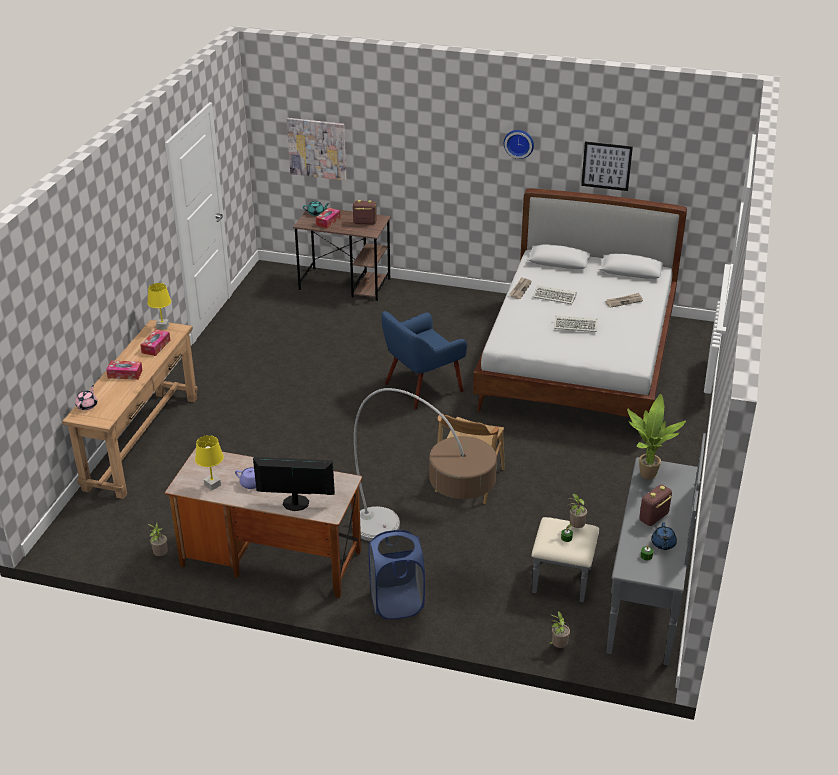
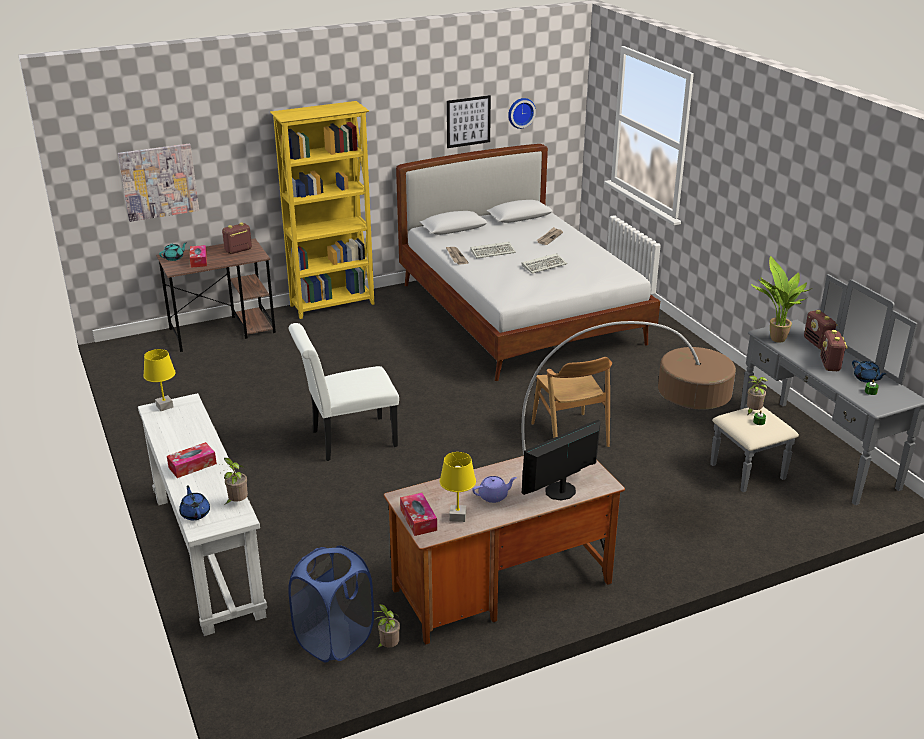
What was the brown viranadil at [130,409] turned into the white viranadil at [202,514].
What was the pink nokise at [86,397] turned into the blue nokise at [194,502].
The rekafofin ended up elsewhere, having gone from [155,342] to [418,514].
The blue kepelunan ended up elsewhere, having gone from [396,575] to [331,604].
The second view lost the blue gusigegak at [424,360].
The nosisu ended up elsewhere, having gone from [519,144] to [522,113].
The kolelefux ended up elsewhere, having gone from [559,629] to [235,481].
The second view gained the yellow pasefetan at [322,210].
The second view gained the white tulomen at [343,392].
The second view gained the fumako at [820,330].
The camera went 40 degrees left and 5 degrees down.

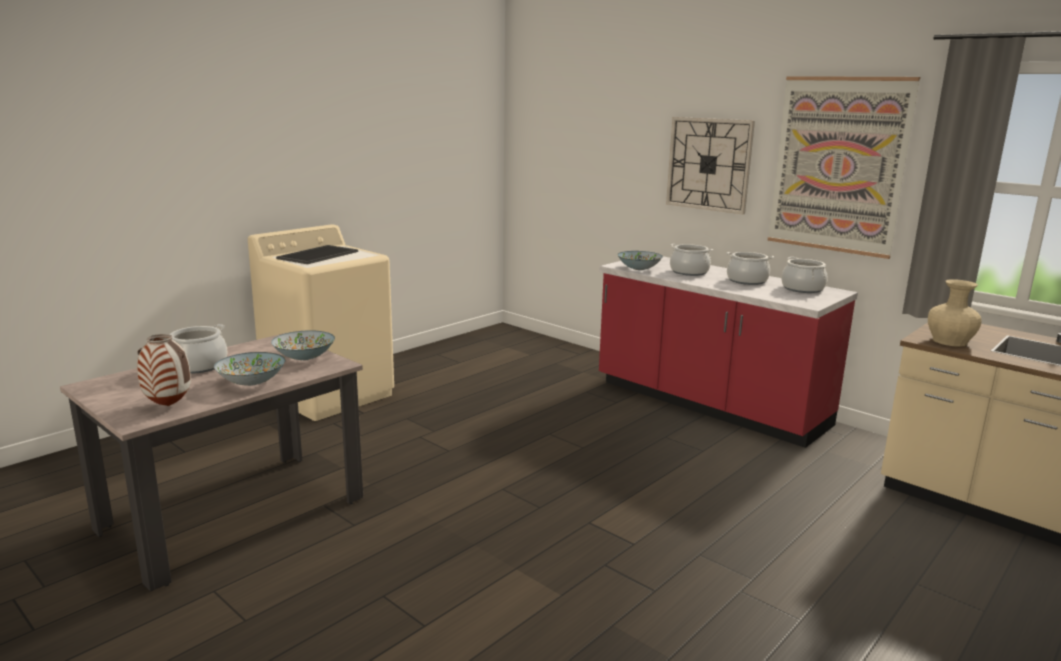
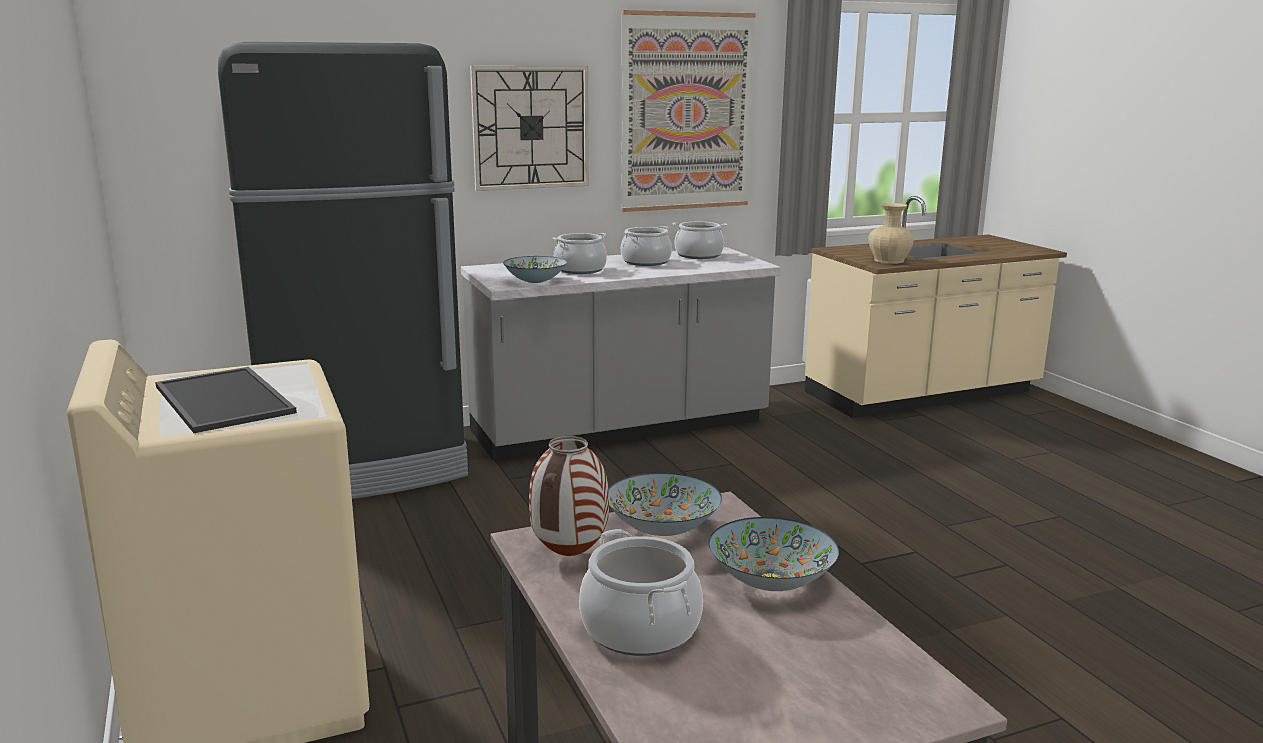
The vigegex ended up elsewhere, having gone from [164,370] to [569,496].
What was the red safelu at [728,352] turned into the grey safelu at [621,353].
The second view gained the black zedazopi at [343,270].
The camera went 65 degrees left and 0 degrees up.

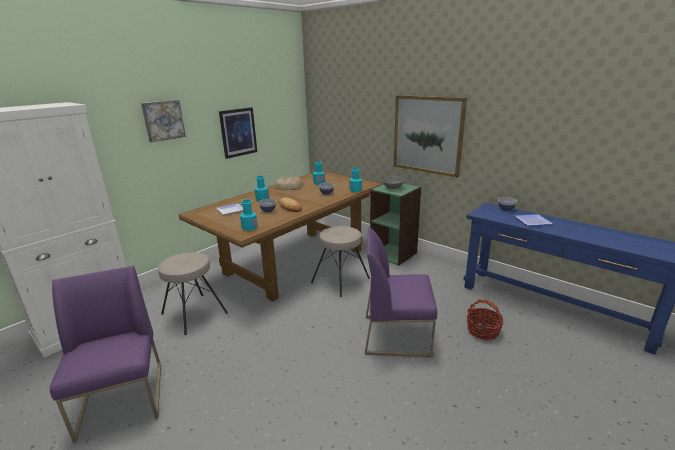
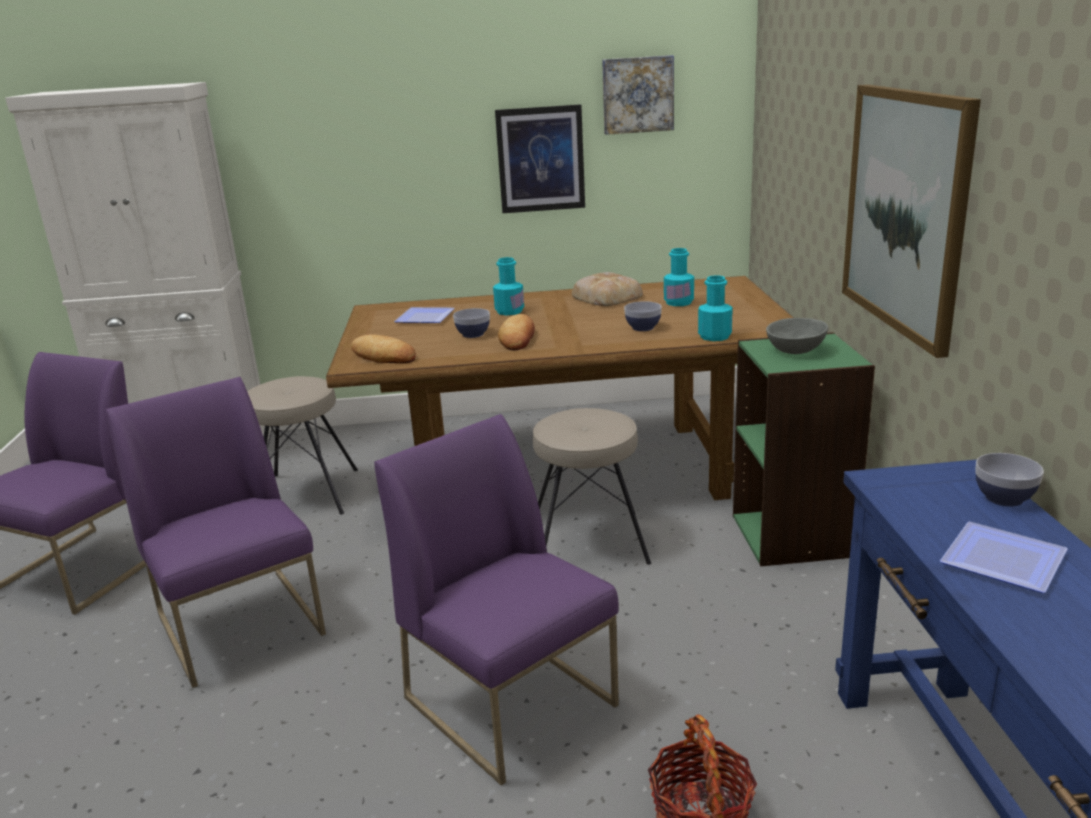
The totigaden ended up elsewhere, having gone from [163,121] to [638,95].
Where the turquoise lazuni stood at [248,215], the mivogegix came to stand at [383,349].
The second view gained the purple tulomen at [216,532].
The camera went 45 degrees right and 0 degrees up.

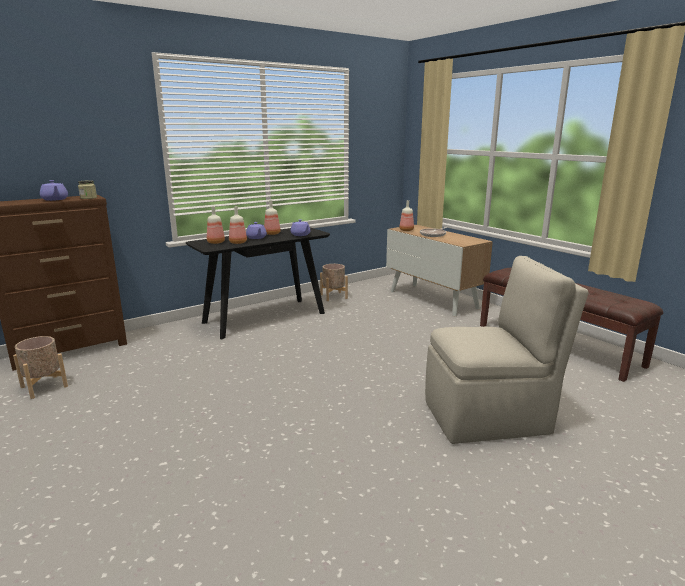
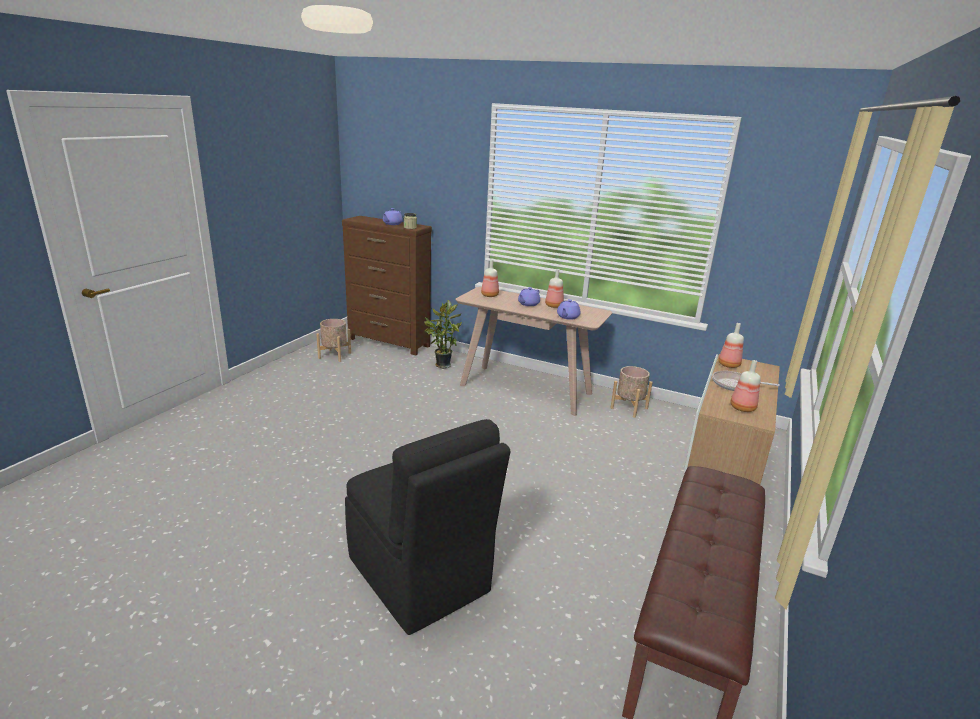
What was the black viranadil at [258,283] turned into the beige viranadil at [534,351].
The lazuni ended up elsewhere, having gone from [238,225] to [745,386].
What was the beige tulomen at [507,350] turned into the black tulomen at [427,527].
The second view gained the kolelefux at [443,334].
The camera went 60 degrees right and 5 degrees up.

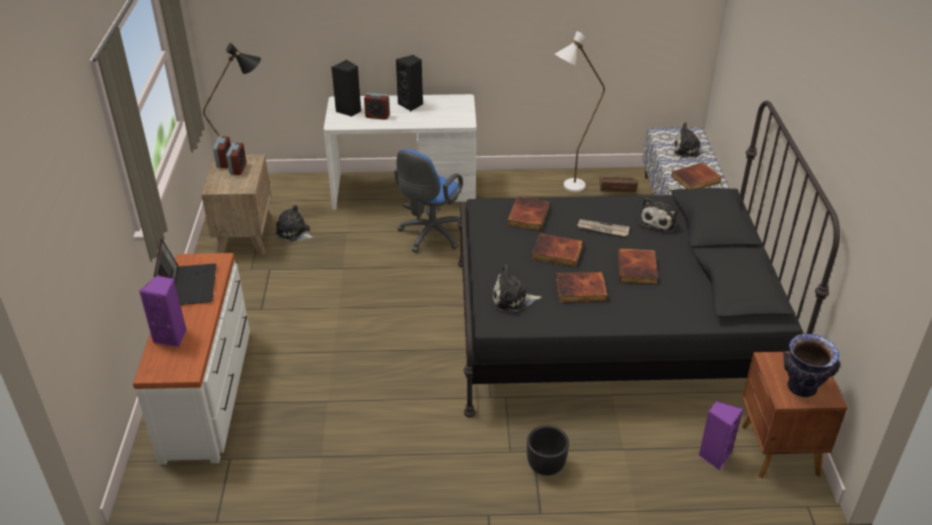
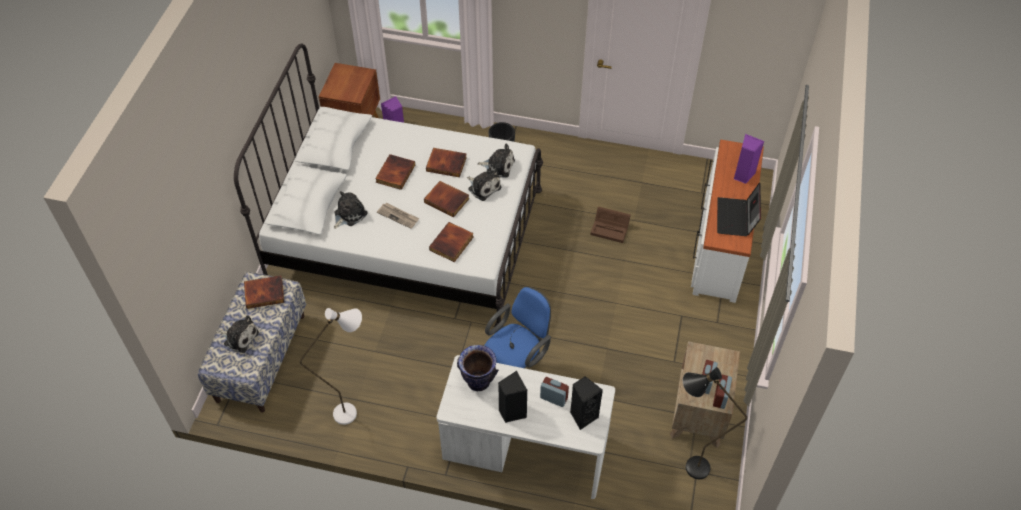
The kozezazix ended up elsewhere, having gone from [295,223] to [484,185].
What was the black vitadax at [648,258] turned into the white vitadax at [388,185].
The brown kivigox ended up elsewhere, having gone from [618,184] to [610,225].
The vigegex ended up elsewhere, having gone from [811,365] to [478,368].
The camera went 165 degrees left and 15 degrees up.

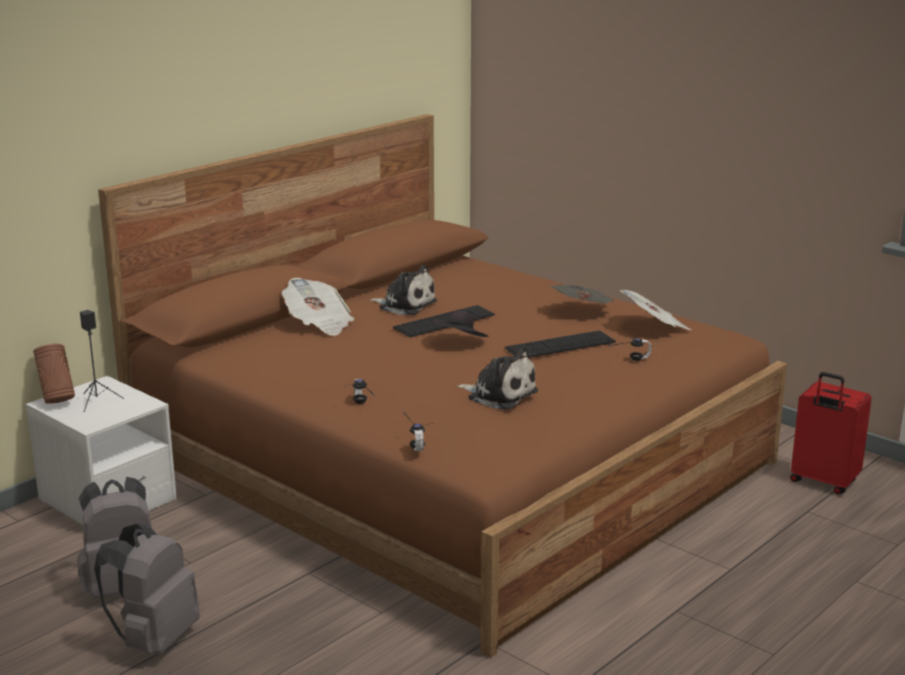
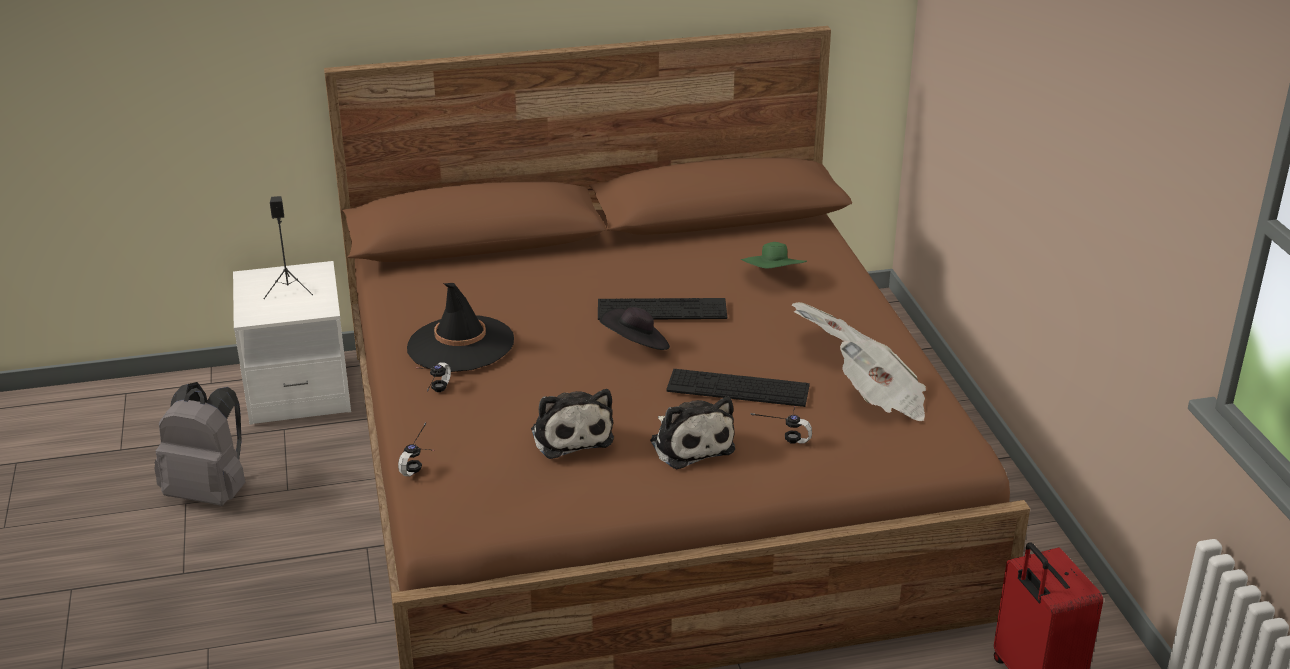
The second view lost the brown vigegex at [54,373].
The second view lost the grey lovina at [147,589].
The second view lost the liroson at [318,307].
The kozezazix ended up elsewhere, having gone from [403,290] to [692,432].
The second view gained the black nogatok at [460,327].
The second view gained the green nogatok at [773,255].
The camera went 35 degrees right and 10 degrees up.

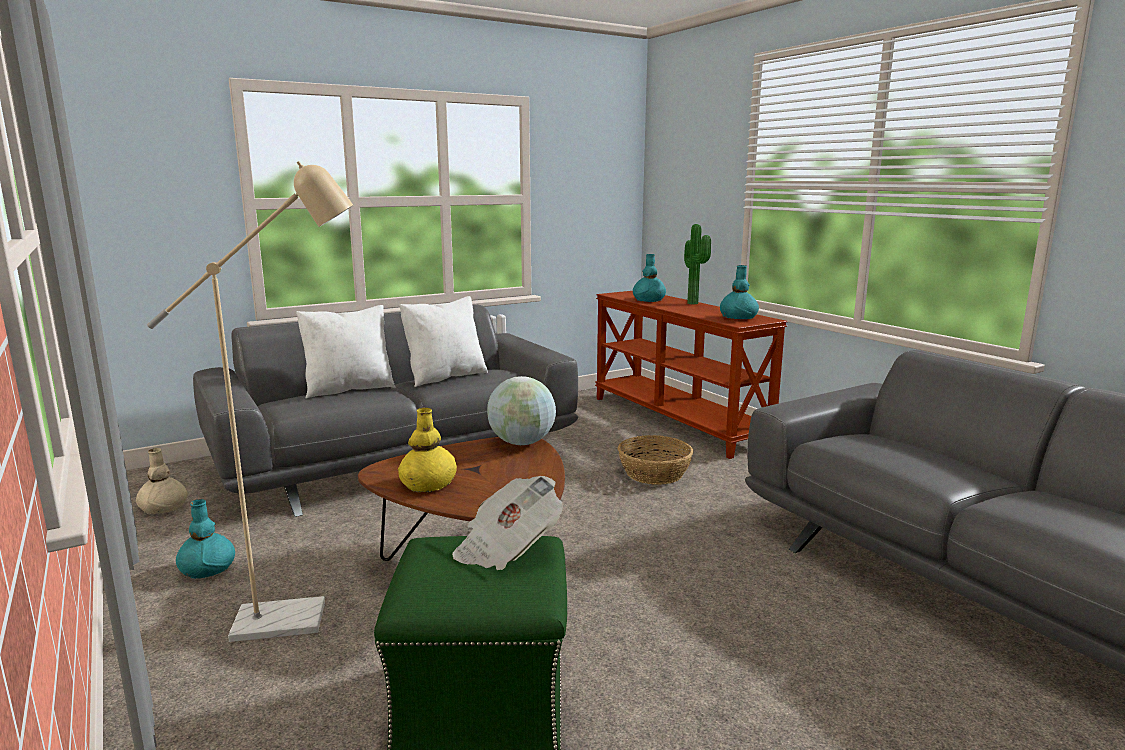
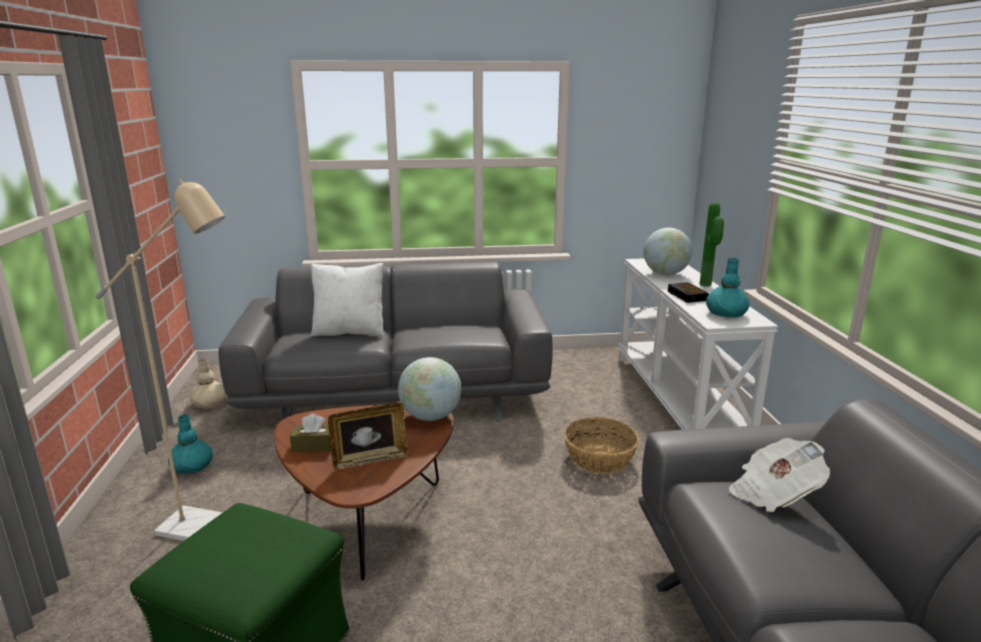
Where the yellow vigegex stood at [427,450], the brown rekafofin came to stand at [310,432].
The second view lost the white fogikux at [443,341].
The liroson ended up elsewhere, having gone from [507,523] to [779,475].
What was the brown viranadil at [691,375] turned into the white viranadil at [698,344].
Where the turquoise vigegex stood at [649,278], the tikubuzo came to stand at [667,251].
The second view gained the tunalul at [368,436].
The second view gained the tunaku at [688,292].
The camera went 25 degrees right and 5 degrees up.

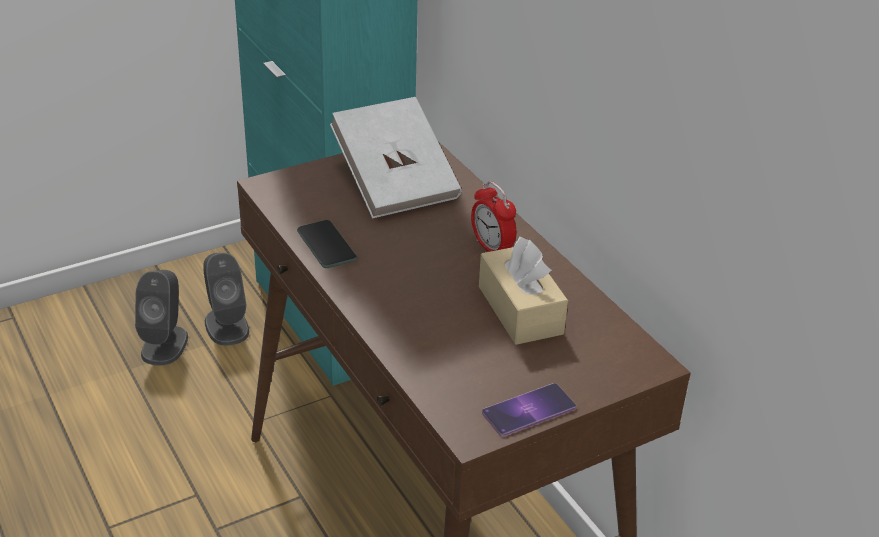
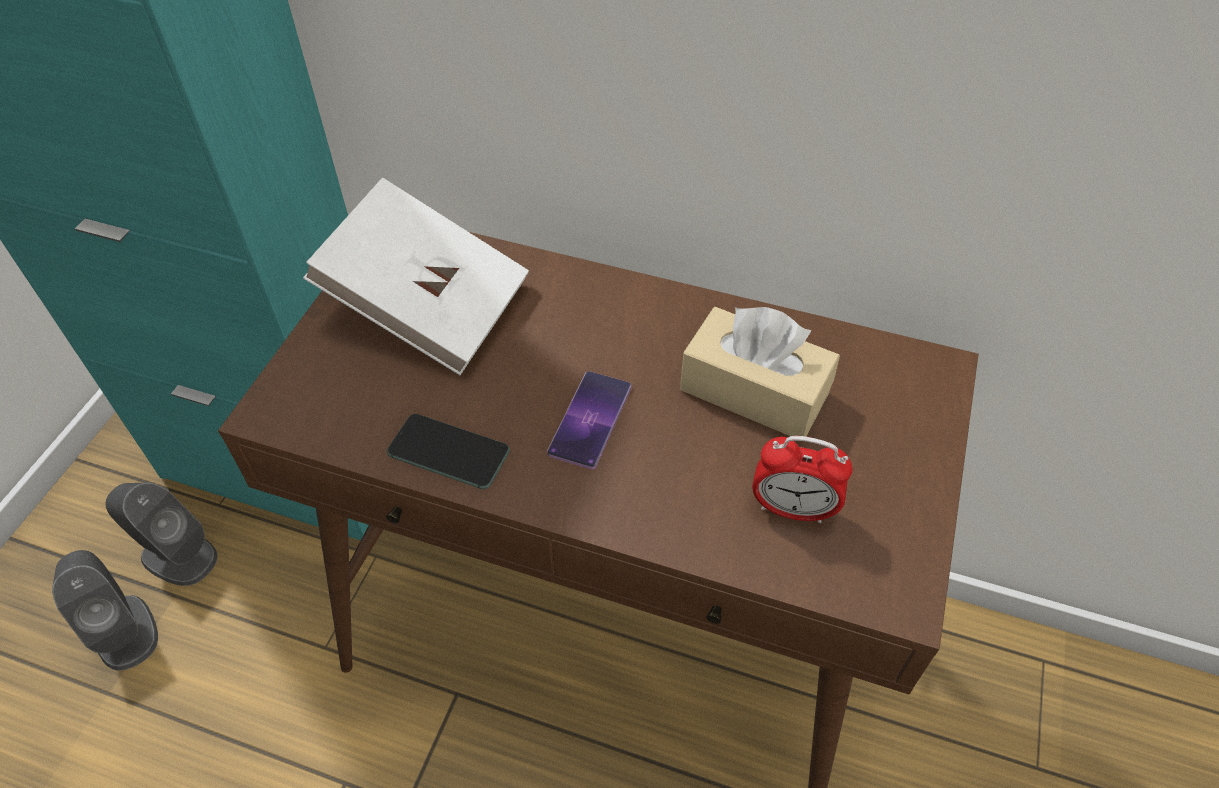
The tunaku ended up elsewhere, having gone from [493,216] to [802,479].
The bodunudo ended up elsewhere, having gone from [529,410] to [589,420].
The camera went 40 degrees left and 15 degrees up.

